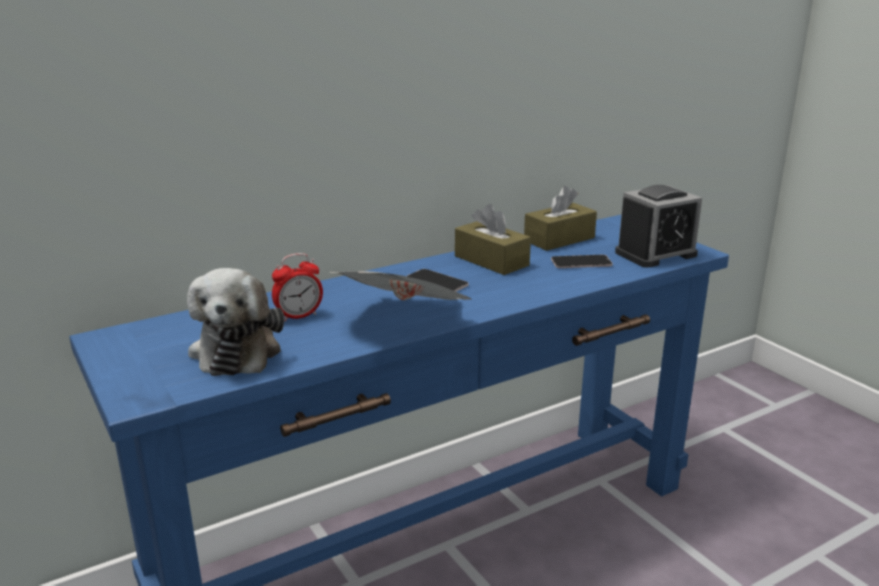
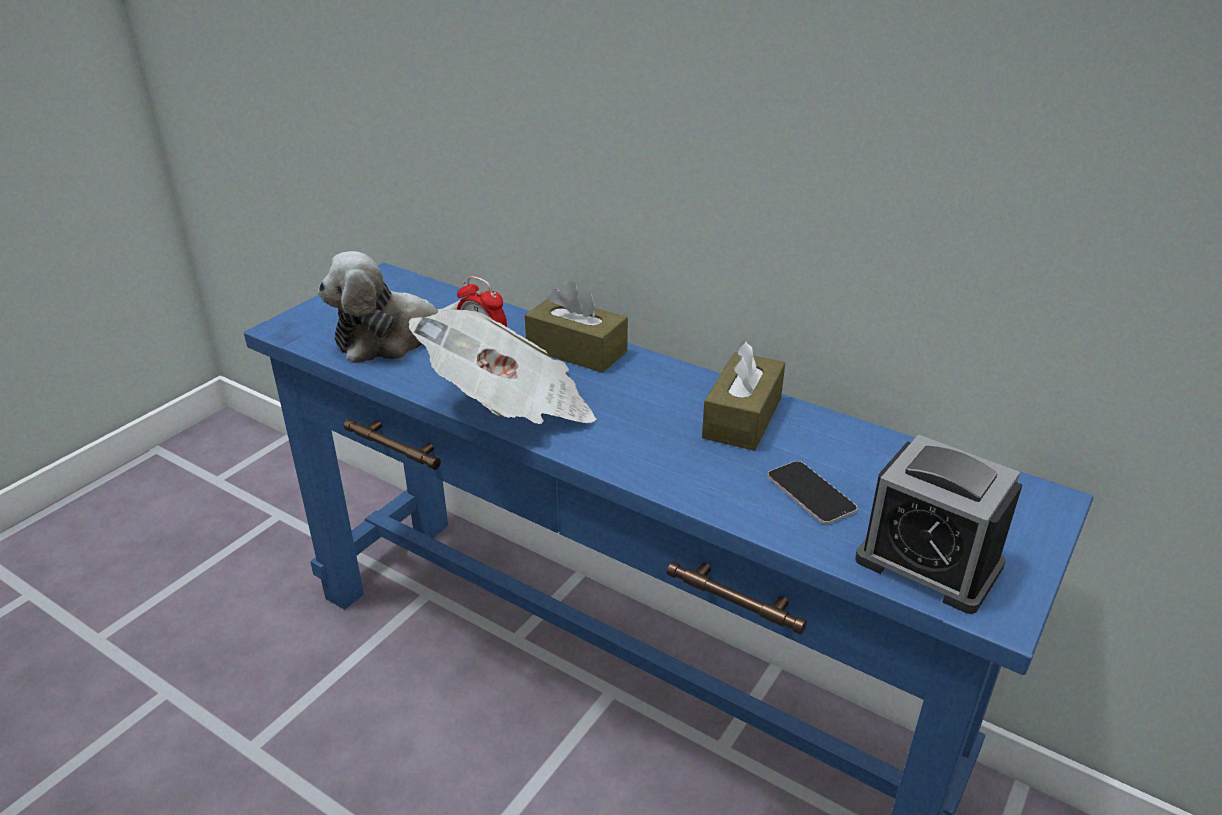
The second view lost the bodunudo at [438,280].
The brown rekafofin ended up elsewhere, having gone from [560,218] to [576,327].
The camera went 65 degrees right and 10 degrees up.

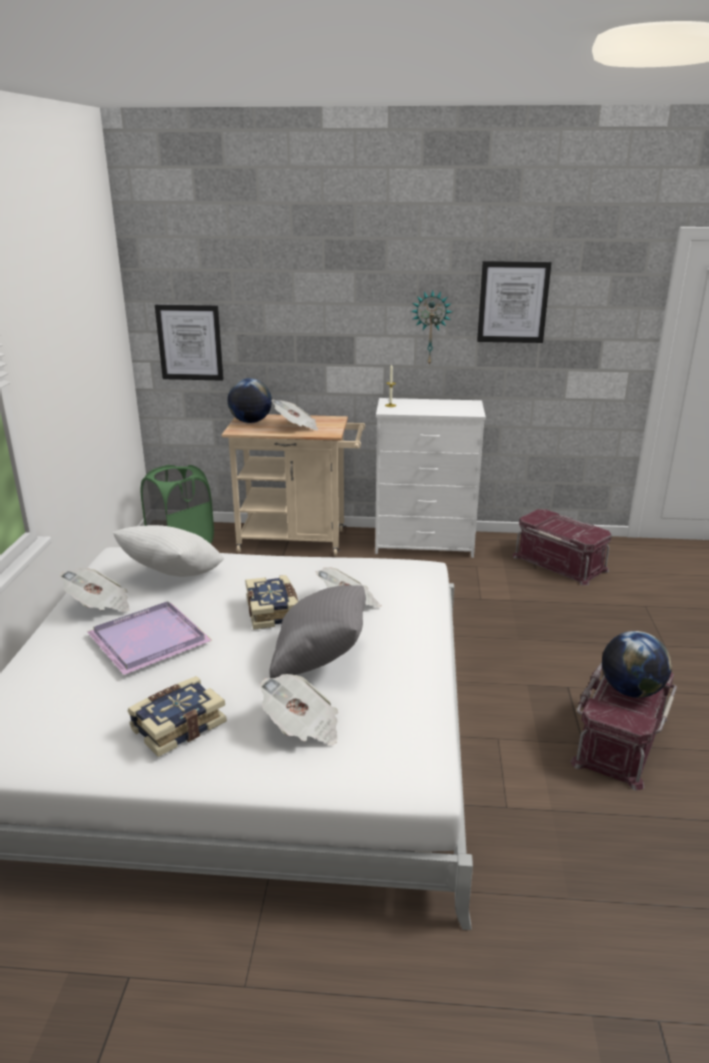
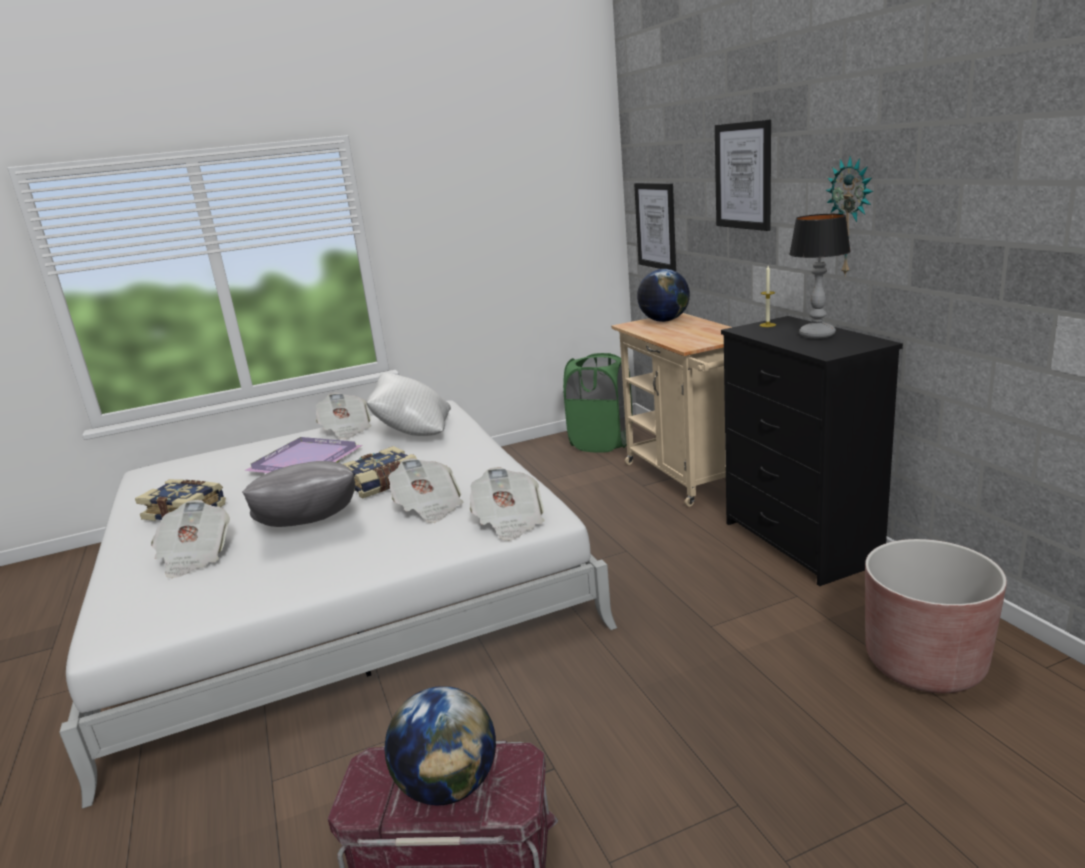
The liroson ended up elsewhere, having gone from [295,415] to [506,504].
What was the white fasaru at [430,478] turned into the black fasaru at [812,451].
The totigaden ended up elsewhere, having gone from [514,302] to [743,175].
Where the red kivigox stood at [562,547], the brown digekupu came to stand at [936,616].
The second view gained the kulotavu at [820,276].
The camera went 65 degrees right and 5 degrees down.

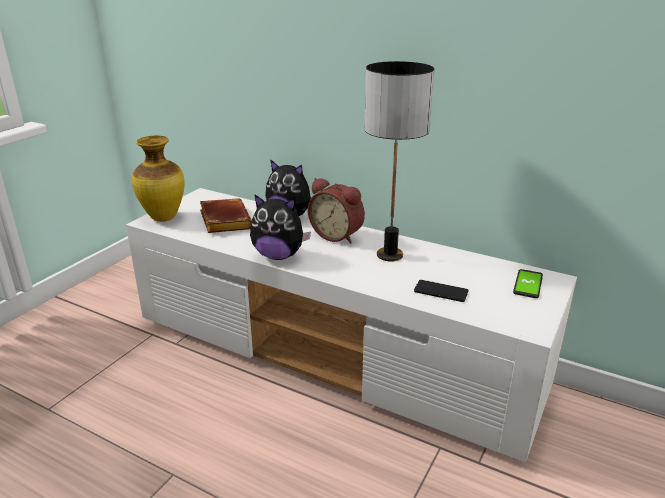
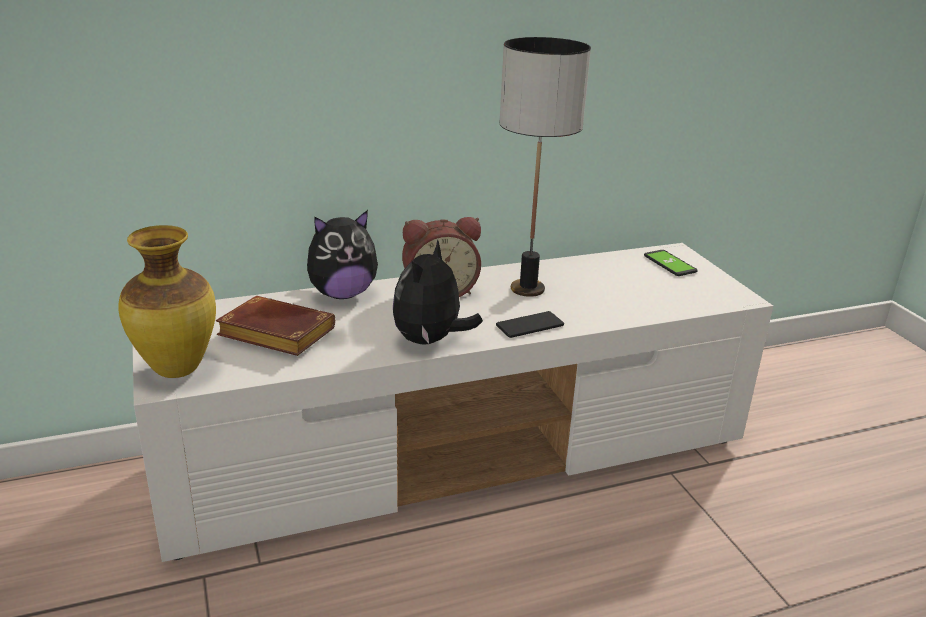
The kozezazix at [280,227] ended up facing another way, 150 degrees clockwise from before.
The bodunudo ended up elsewhere, having gone from [441,291] to [530,324].
The camera went 50 degrees left and 0 degrees up.

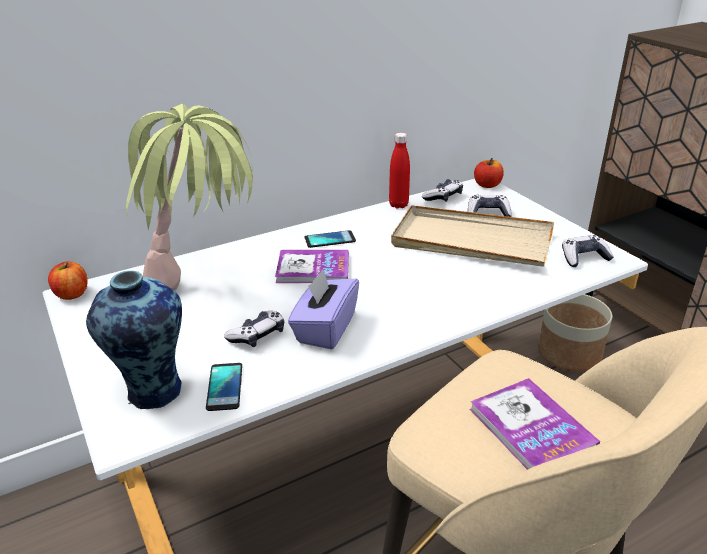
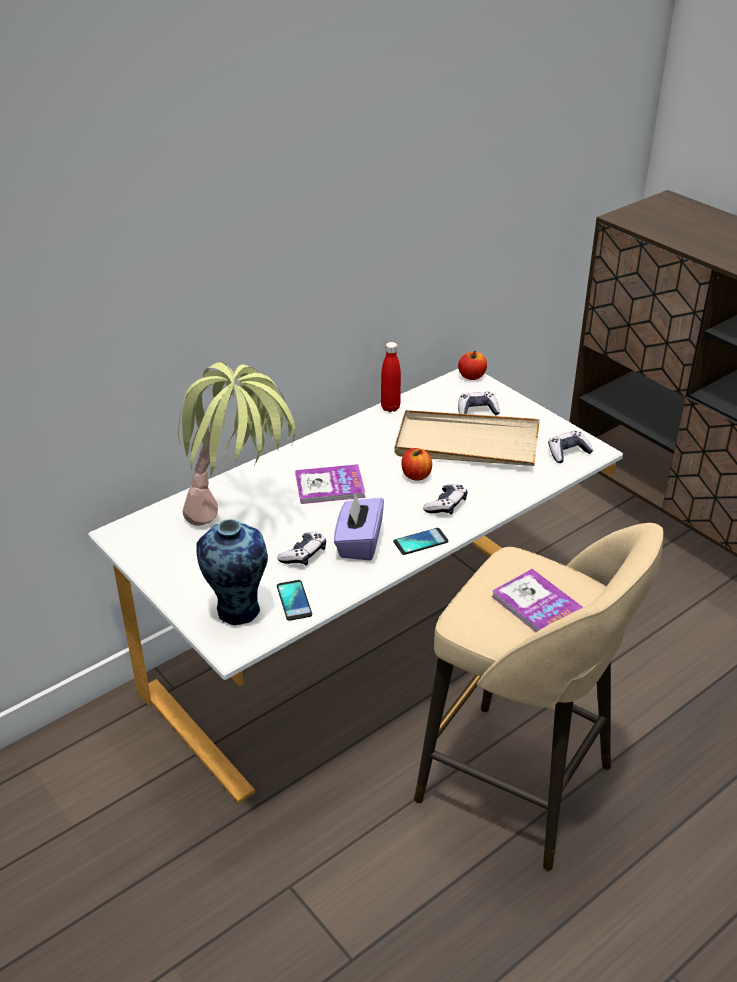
The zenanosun ended up elsewhere, having gone from [68,280] to [416,464].
The bodunudo ended up elsewhere, having gone from [330,239] to [421,541].
The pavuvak ended up elsewhere, having gone from [442,190] to [445,499].
The second view lost the digekupu at [575,333].
The camera went 10 degrees left and 5 degrees up.

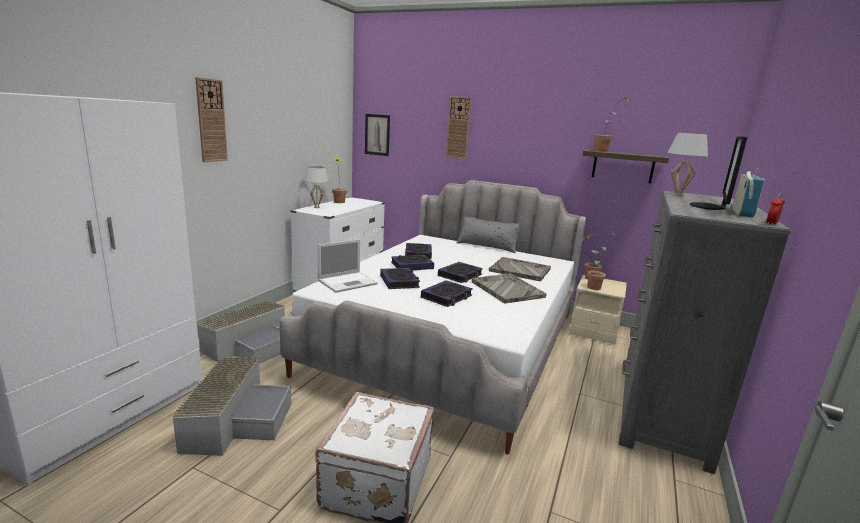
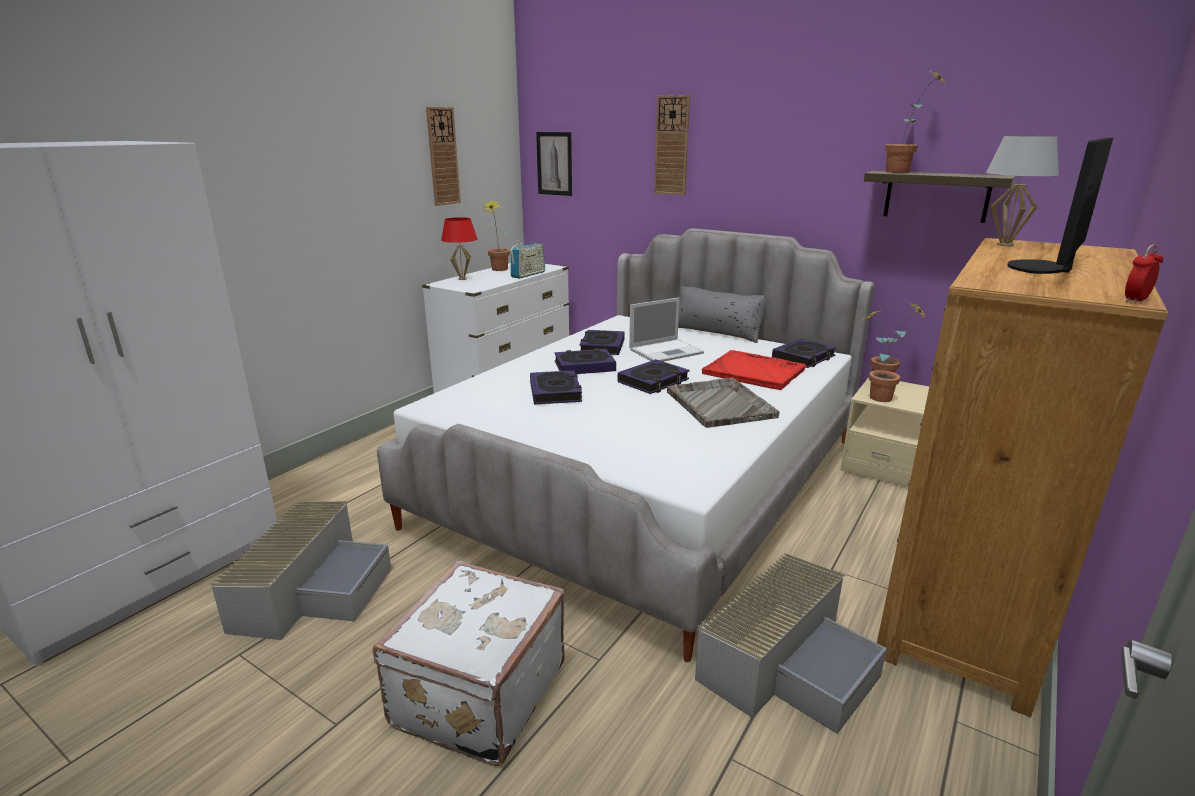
The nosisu ended up elsewhere, having gone from [211,119] to [443,156].
The grey kivigox ended up elsewhere, having gone from [241,332] to [791,643].
What was the white kulotavu at [316,187] turned into the red kulotavu at [459,248].
The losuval ended up elsewhere, having gone from [347,266] to [666,330].
The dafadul ended up elsewhere, having gone from [447,293] to [804,353].
What was the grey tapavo at [520,269] turned into the red tapavo at [754,370].
What was the grey fasaru at [705,332] turned into the brown fasaru at [1023,477].
The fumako ended up elsewhere, having gone from [748,192] to [527,259].
The camera went 10 degrees right and 5 degrees up.

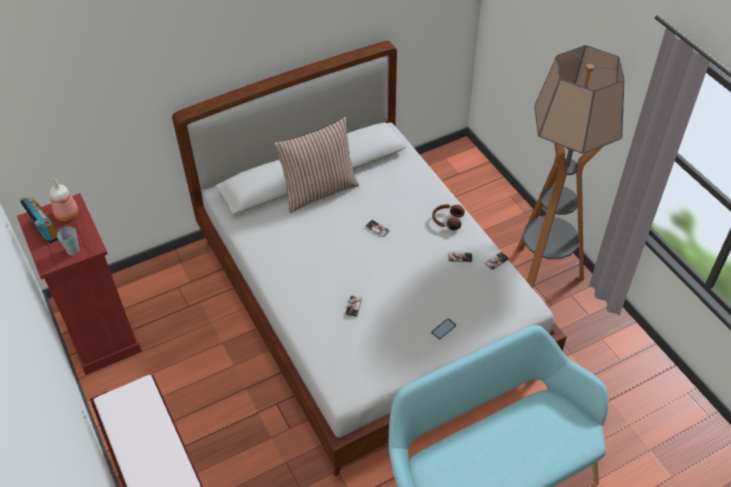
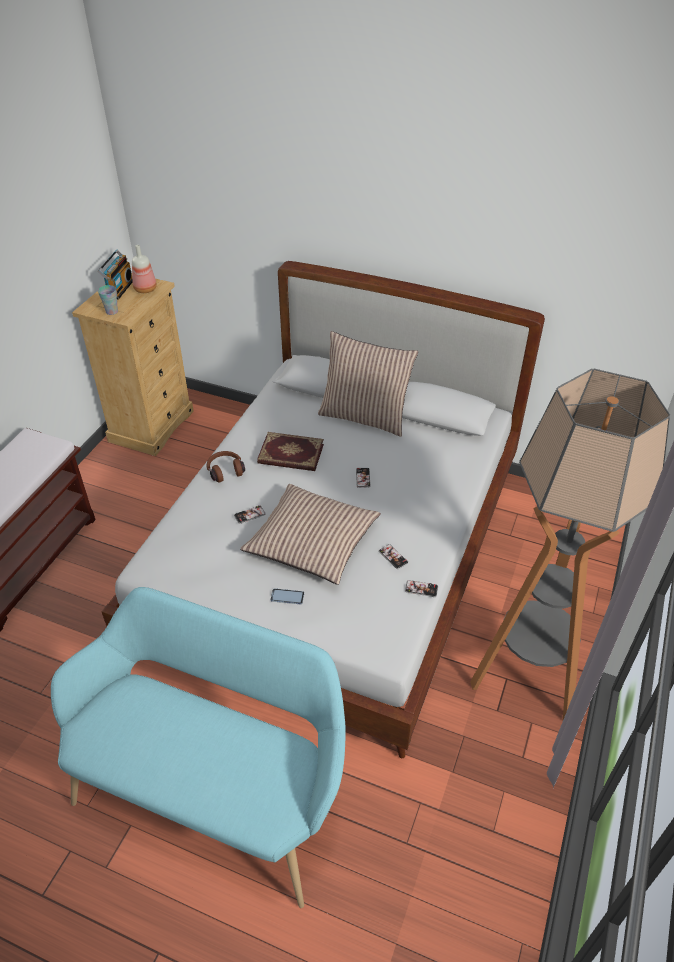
What was the red fasaru at [79,284] turned into the beige fasaru at [133,367].
The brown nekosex ended up elsewhere, having gone from [448,217] to [225,466].
The second view gained the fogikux at [310,534].
The second view gained the dafadul at [290,451].
The camera went 50 degrees right and 5 degrees down.

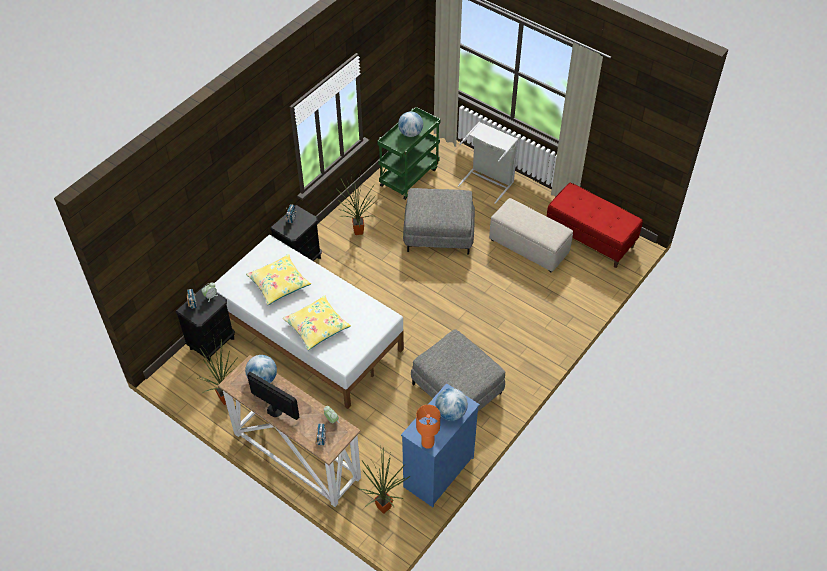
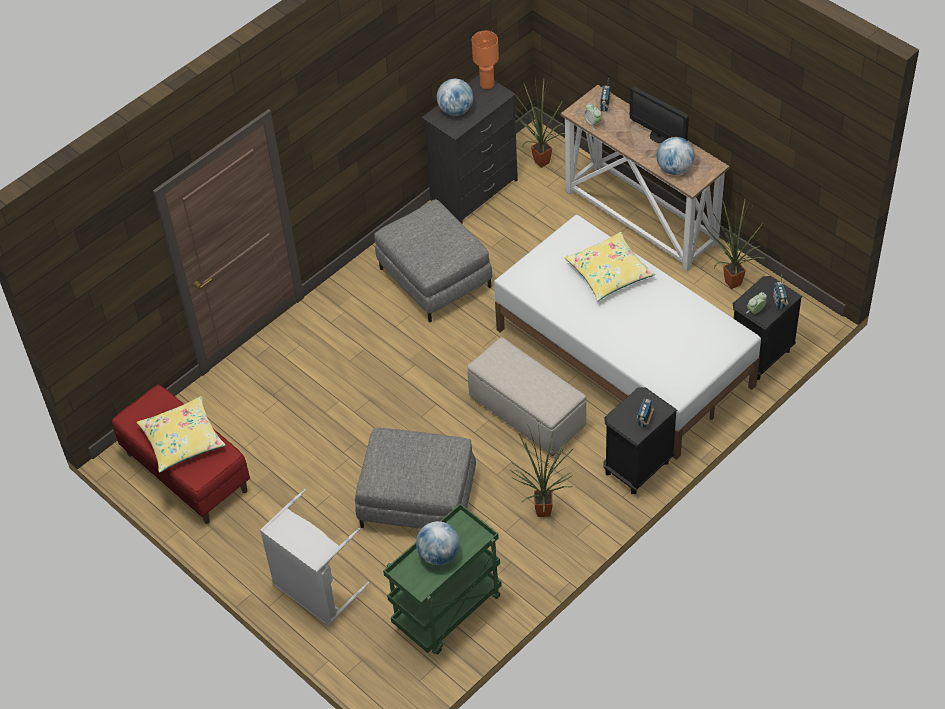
The yellow fogikux ended up elsewhere, having gone from [278,279] to [181,434].
What was the blue fasaru at [440,445] turned into the black fasaru at [470,149].
The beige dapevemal ended up elsewhere, having gone from [531,235] to [526,396].
The camera went 170 degrees left and 0 degrees up.

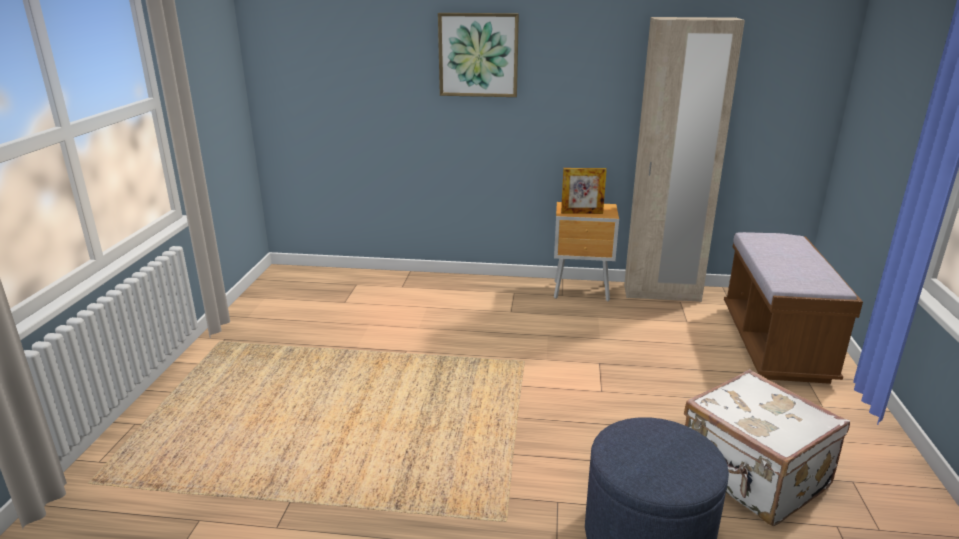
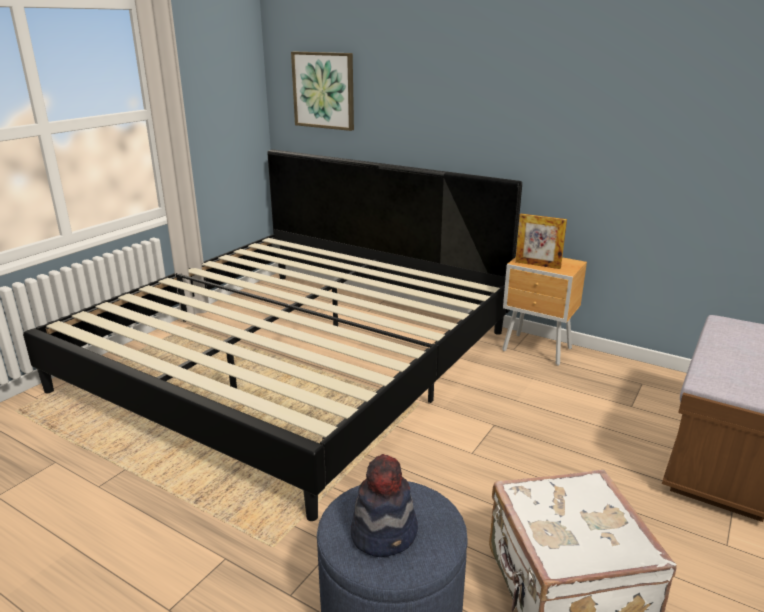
The totigaden ended up elsewhere, having gone from [478,55] to [322,91].
The second view lost the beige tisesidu at [684,159].
The second view gained the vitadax at [272,335].
The second view gained the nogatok at [384,505].
The camera went 25 degrees right and 0 degrees up.

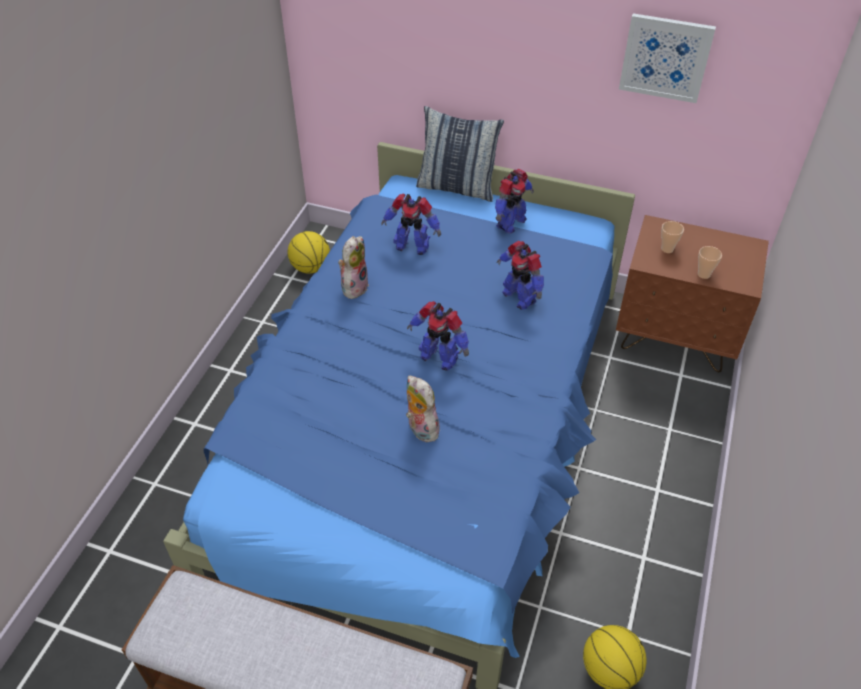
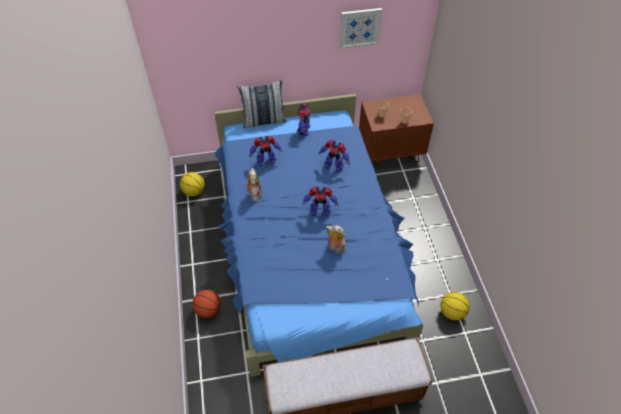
The second view gained the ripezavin at [206,303].
The camera went 30 degrees left and 5 degrees up.

